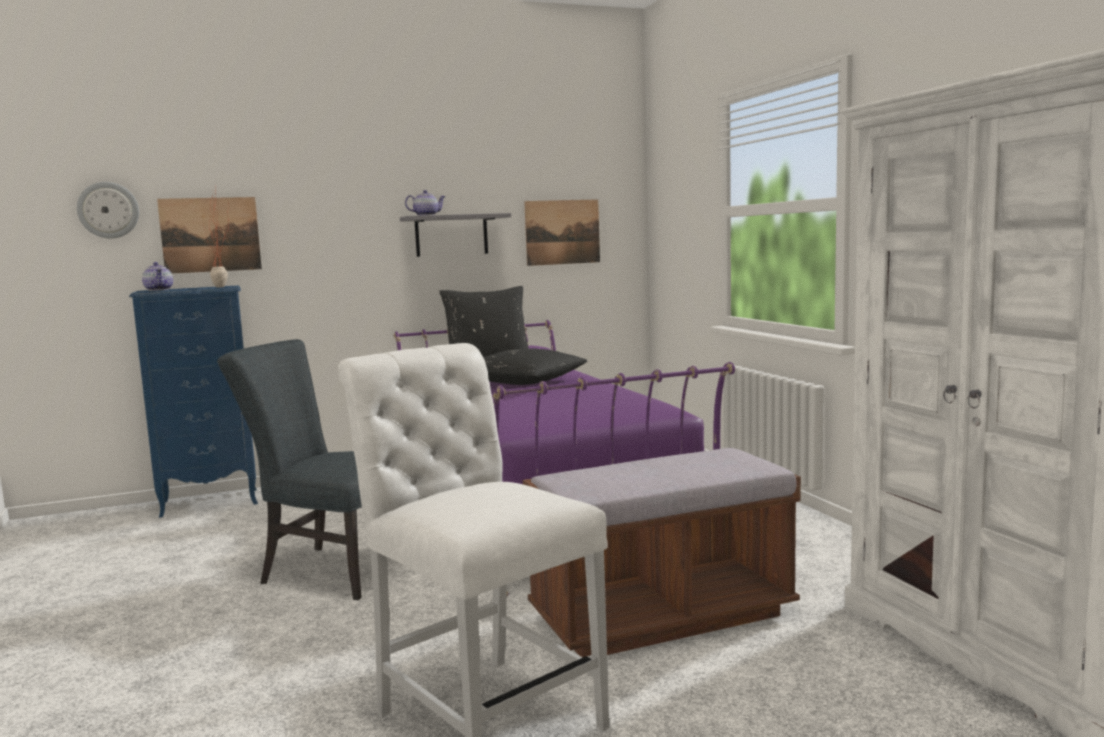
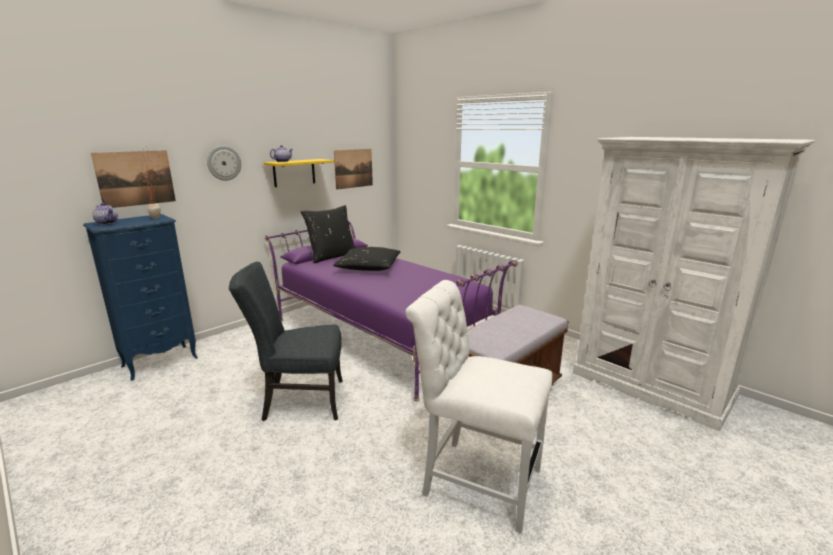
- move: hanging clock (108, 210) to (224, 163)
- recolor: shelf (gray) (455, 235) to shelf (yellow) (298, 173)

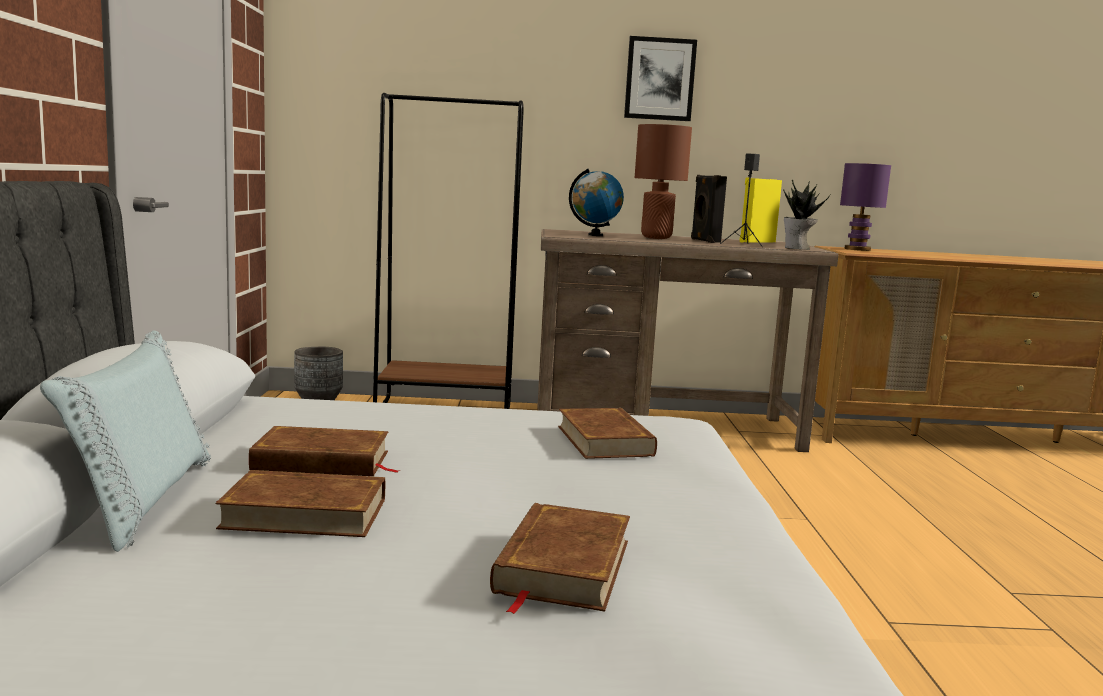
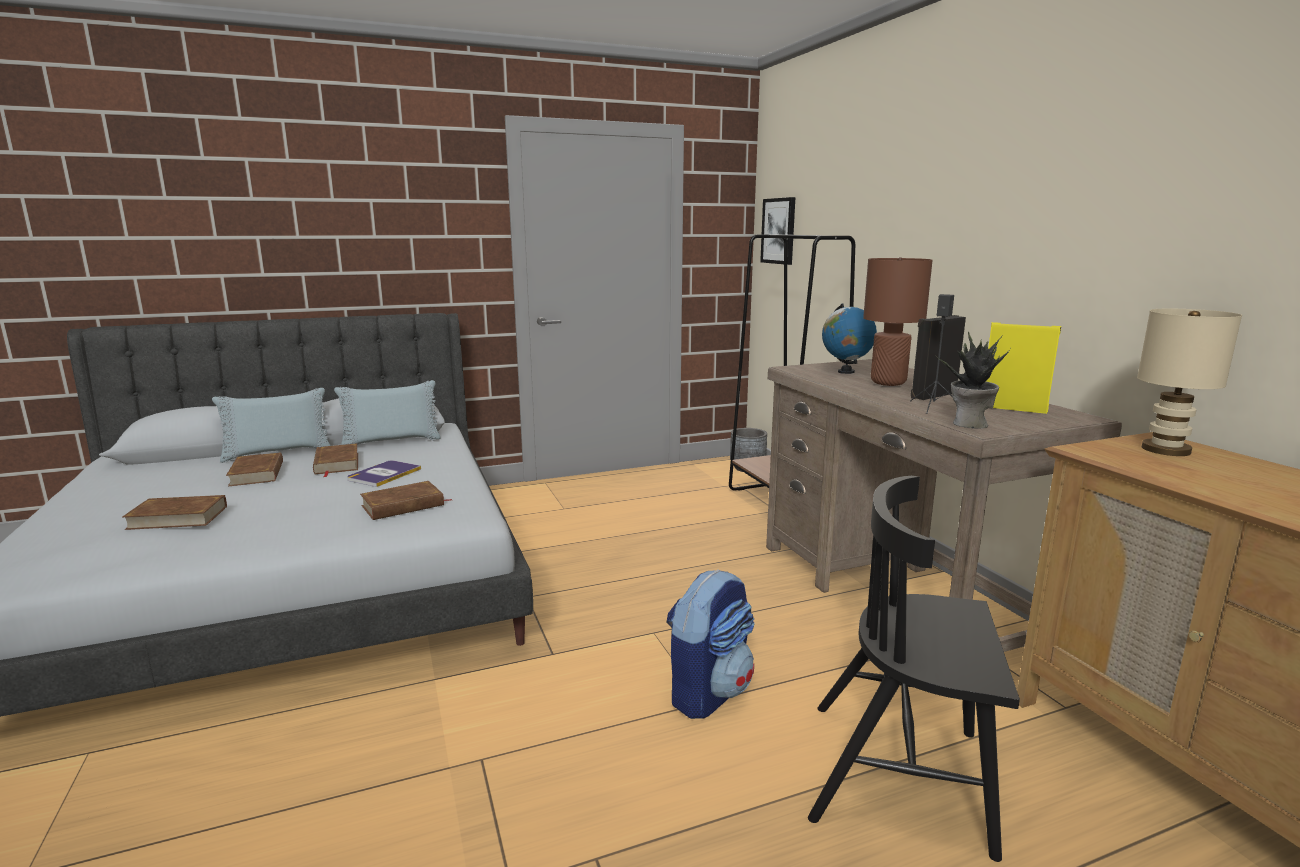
- insert: pillow (blue) (387, 412)
- insert: book (384, 473)
- insert: knapsack (710, 644)
- move: wall picture (660, 78) to (777, 231)
- insert: plain chair (blackish) (914, 669)
- recolor: tabletop lamp (purplish) (865, 207) to tabletop lamp (beige-coloured) (1189, 382)

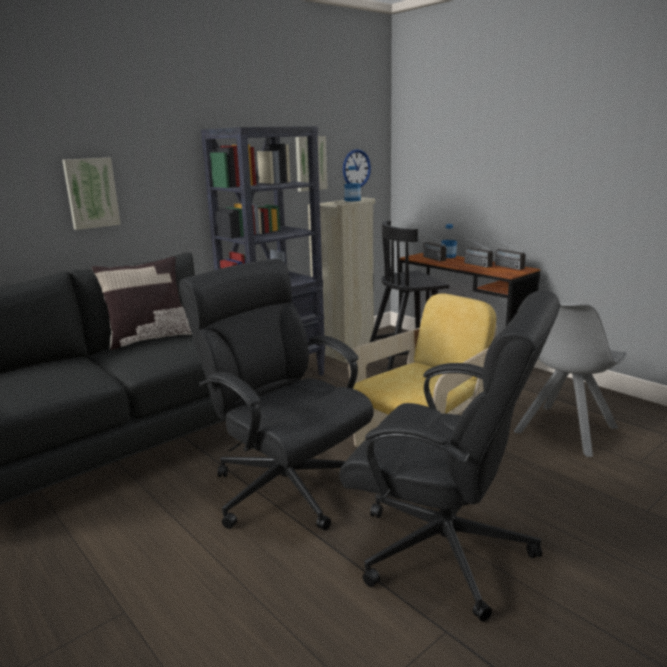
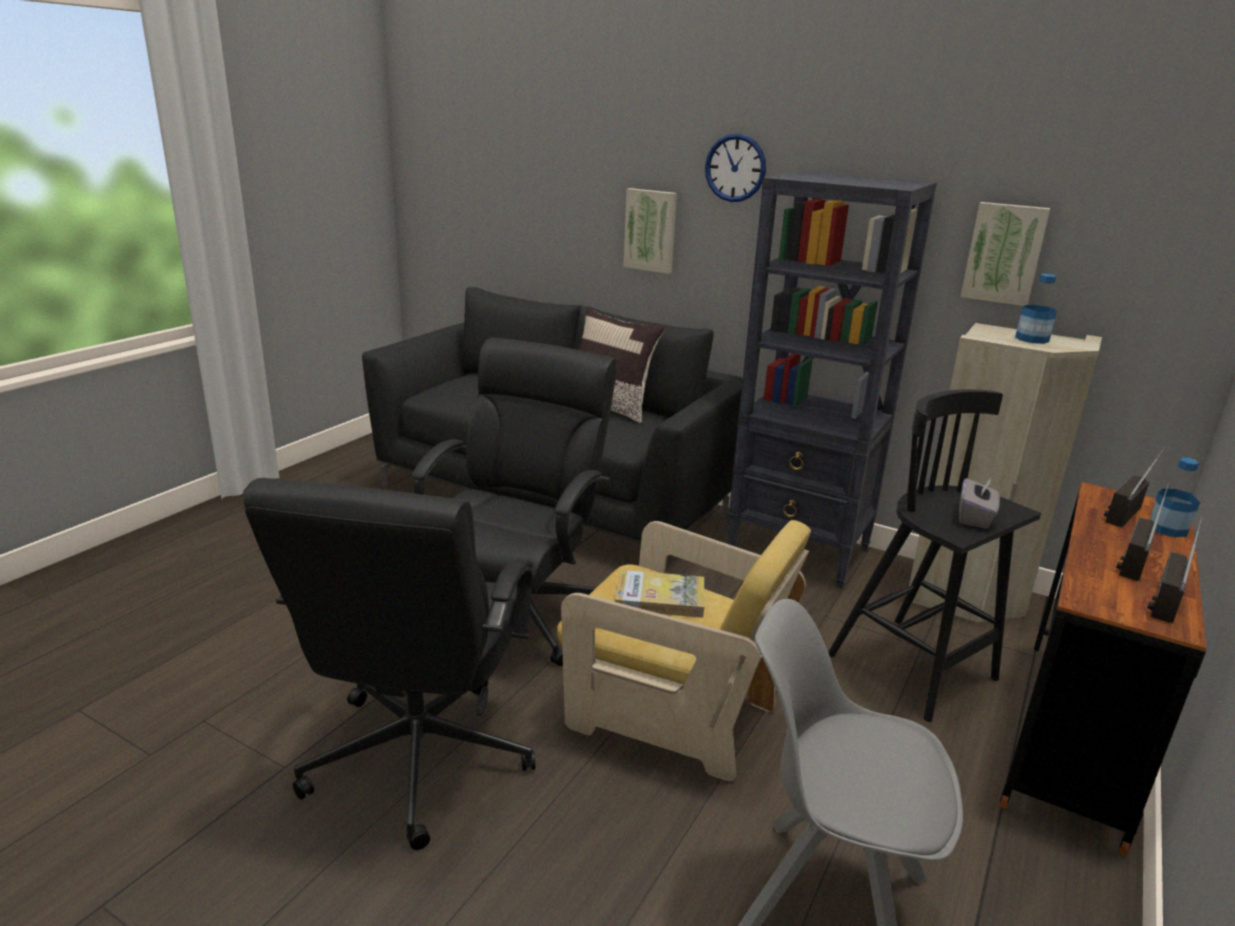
- insert: book (659, 594)
- move: hanging clock (357, 168) to (735, 168)
- insert: tissue box (gray) (979, 502)

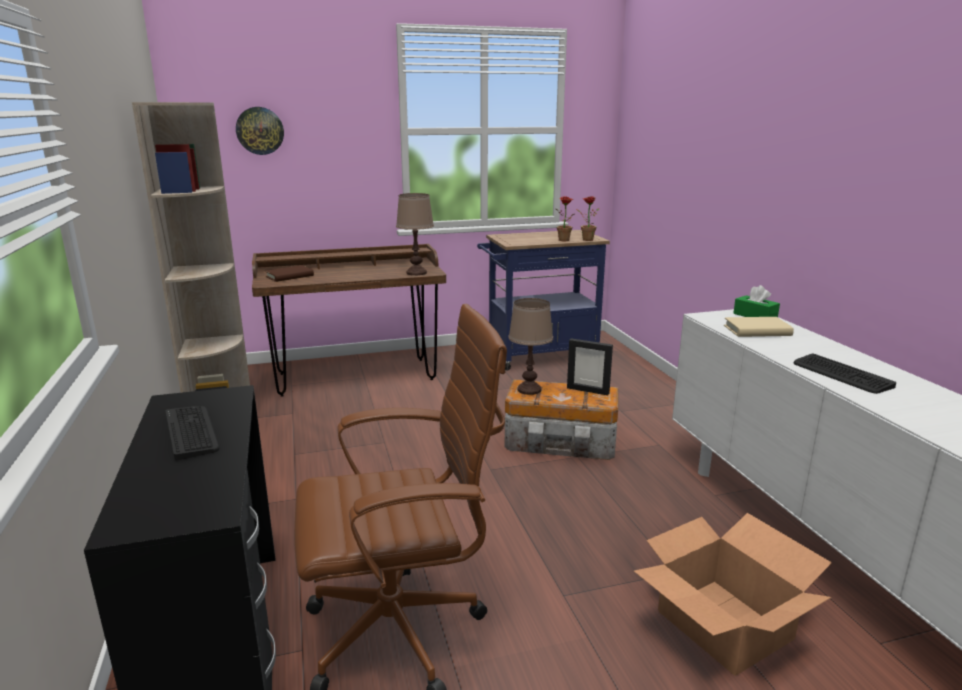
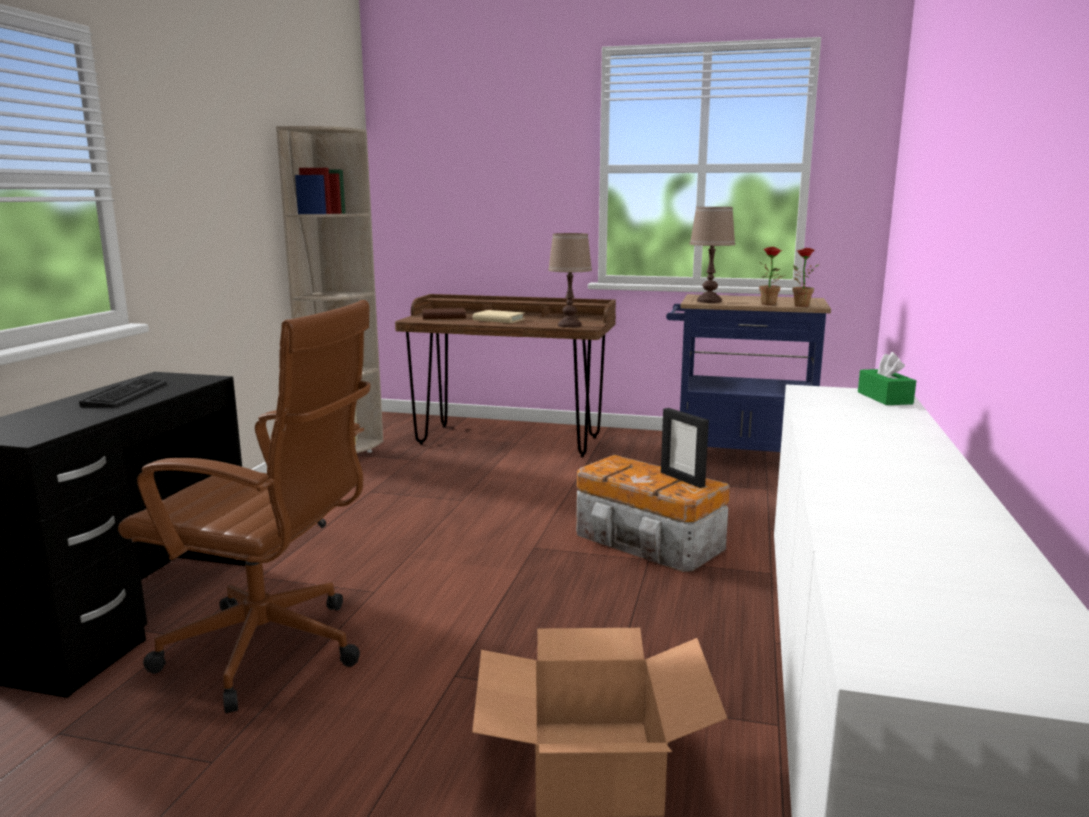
- move: book (beige-coloured) (759, 327) to (499, 316)
- move: tabletop lamp (brown) (530, 346) to (712, 255)
- delete: hanging clock (260, 131)
- delete: keyboard (845, 374)

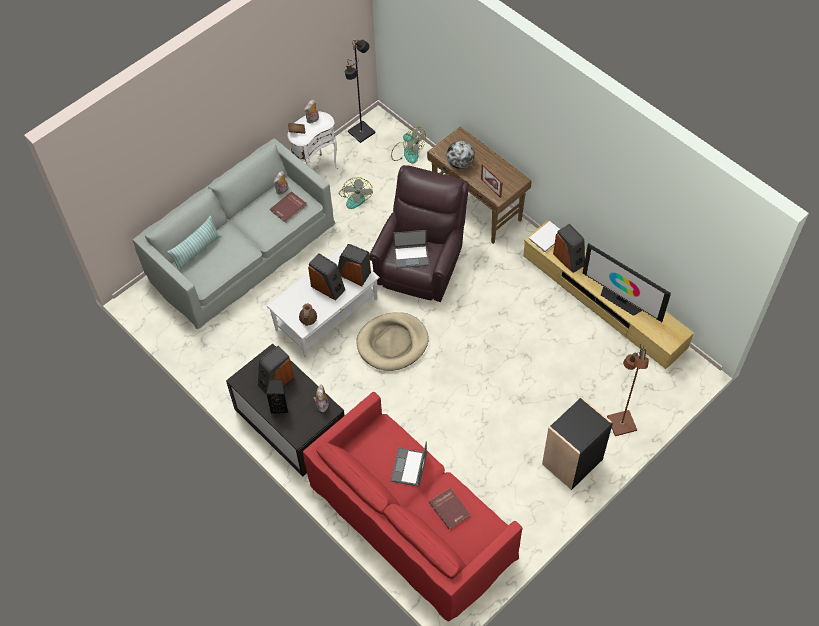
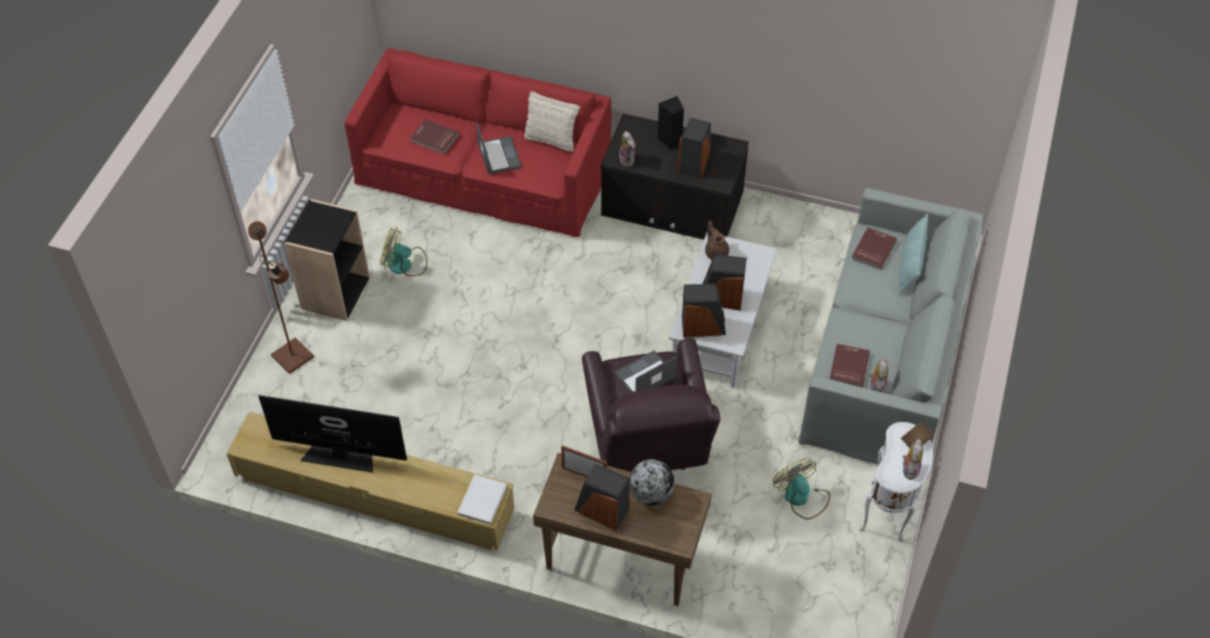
- move: cooling fan (408, 145) to (403, 251)
- insert: pillow (beige-coloured) (552, 122)
- move: audio speaker (569, 248) to (602, 498)
- insert: book (red) (874, 248)
- delete: standing lamp (blackish) (360, 91)
- delete: pet bed (beige-coloured) (392, 341)

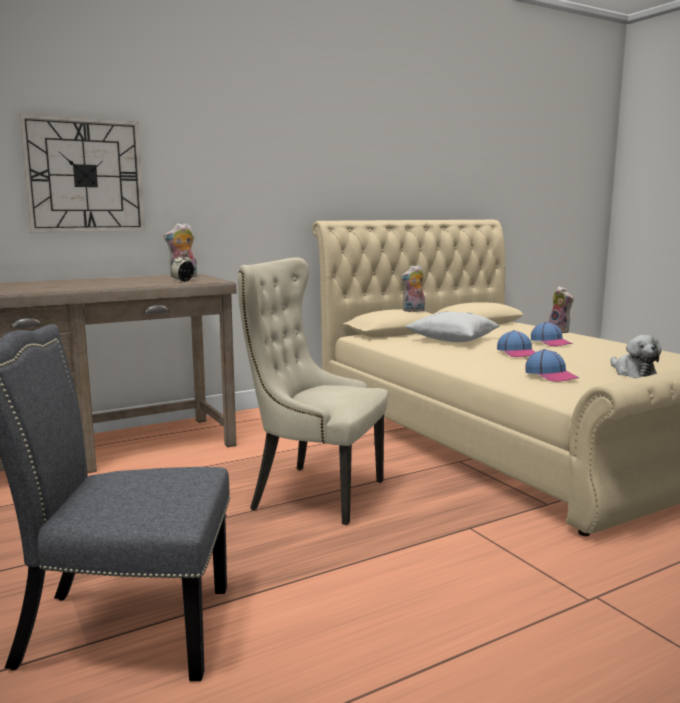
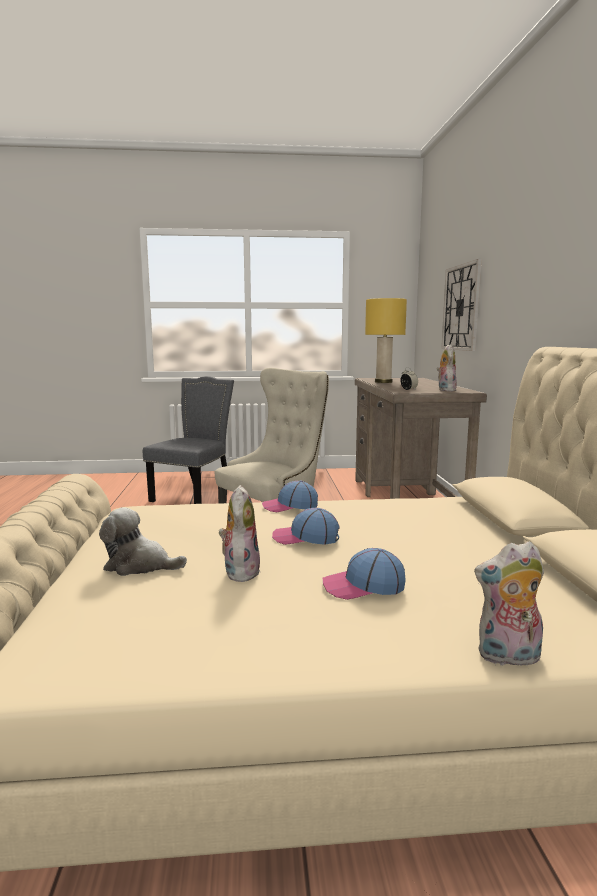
- move: plush toy (412, 288) to (239, 533)
- move: peaked cap (552, 365) to (290, 496)
- insert: tabletop lamp (yellow) (386, 340)
- delete: pillow (gray) (452, 326)

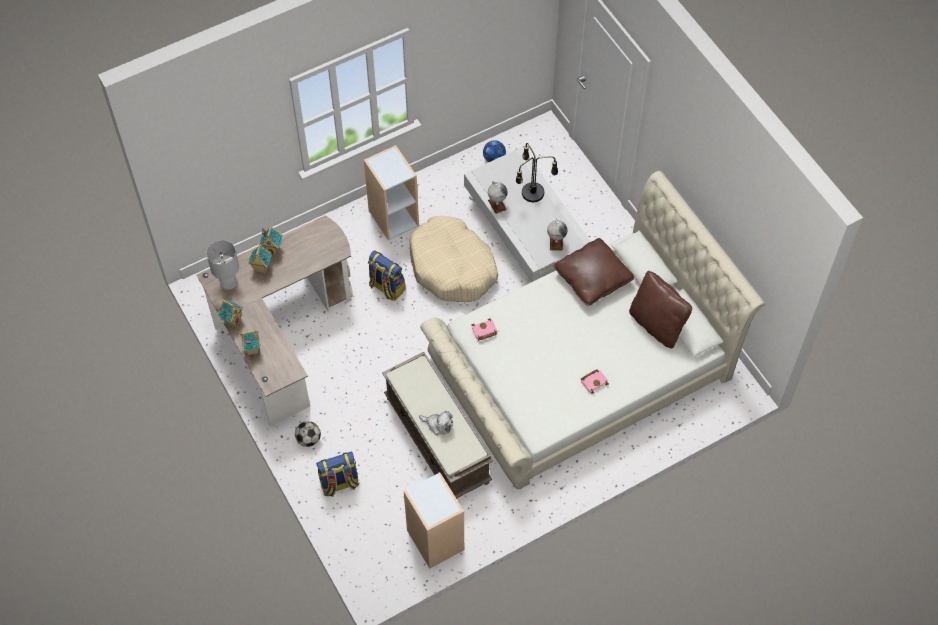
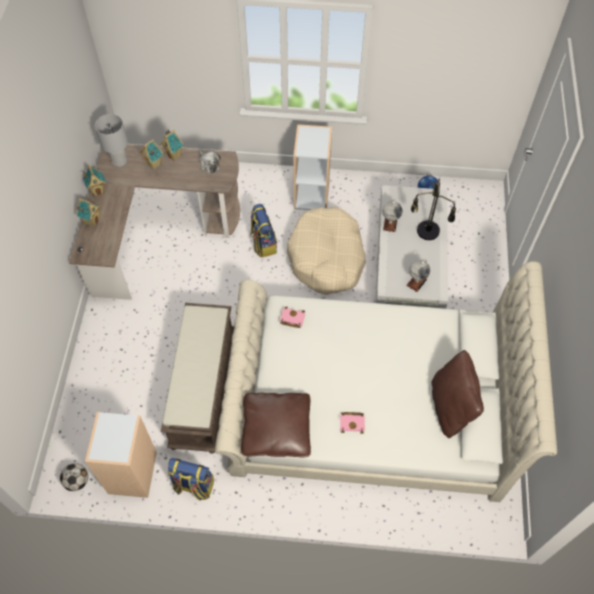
- move: ball for football (308, 434) to (74, 477)
- move: knapsack (337, 474) to (191, 479)
- move: plush toy (436, 423) to (210, 161)
- move: pillow (brown) (594, 272) to (276, 425)

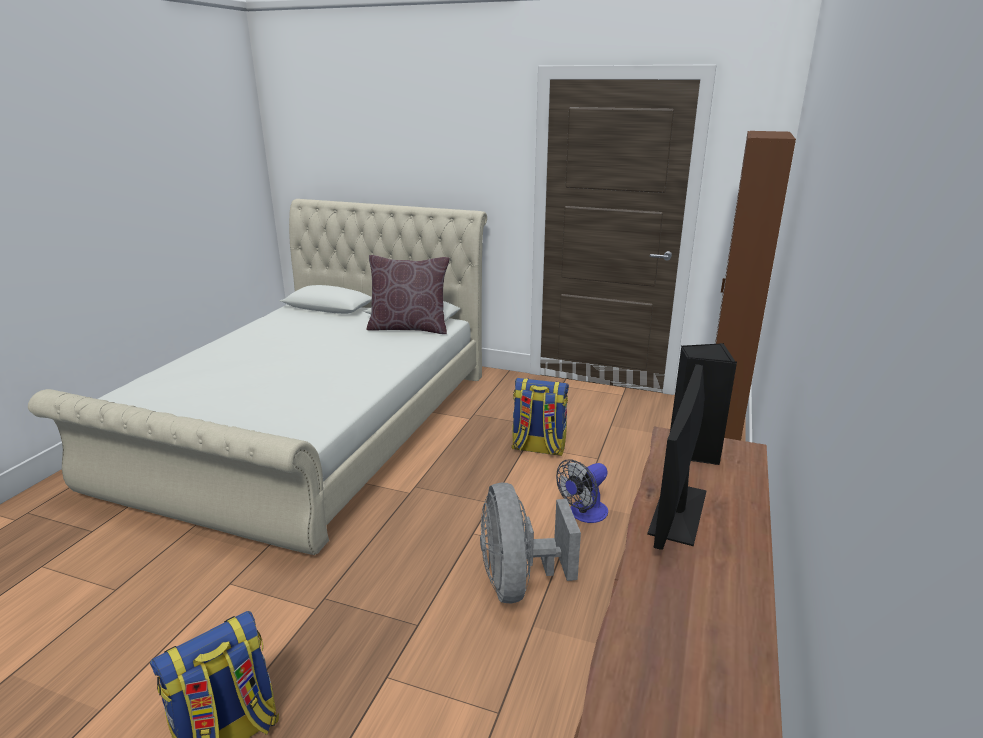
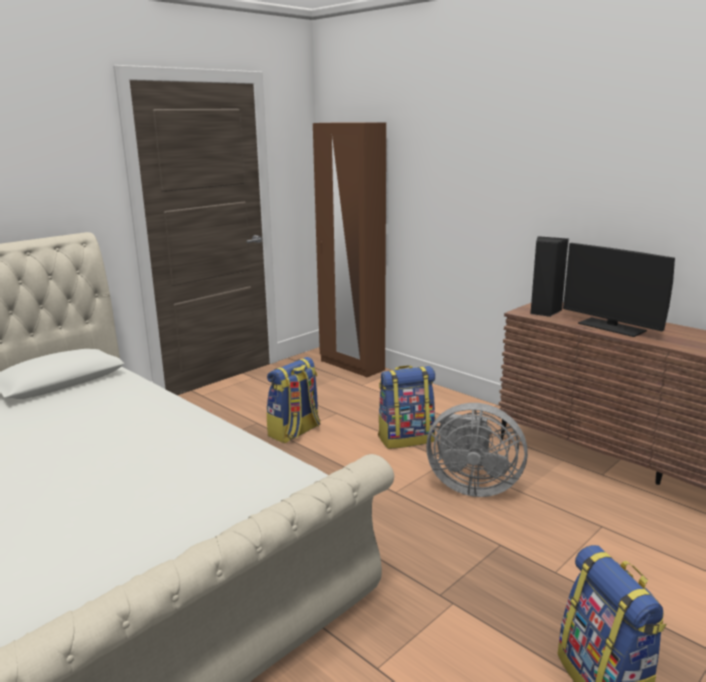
- replace: cooling fan (582, 491) to knapsack (407, 407)
- delete: pillow (brown) (408, 294)

